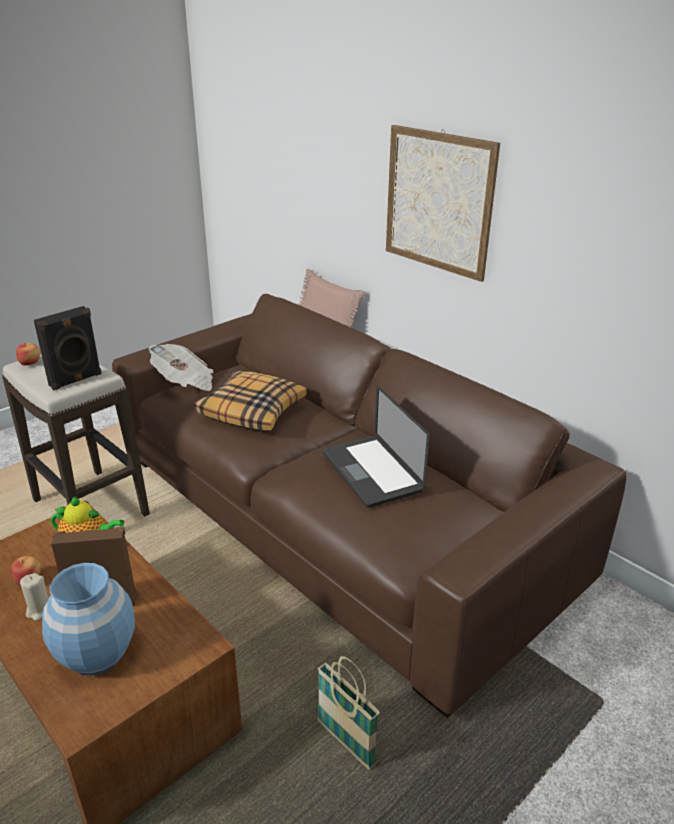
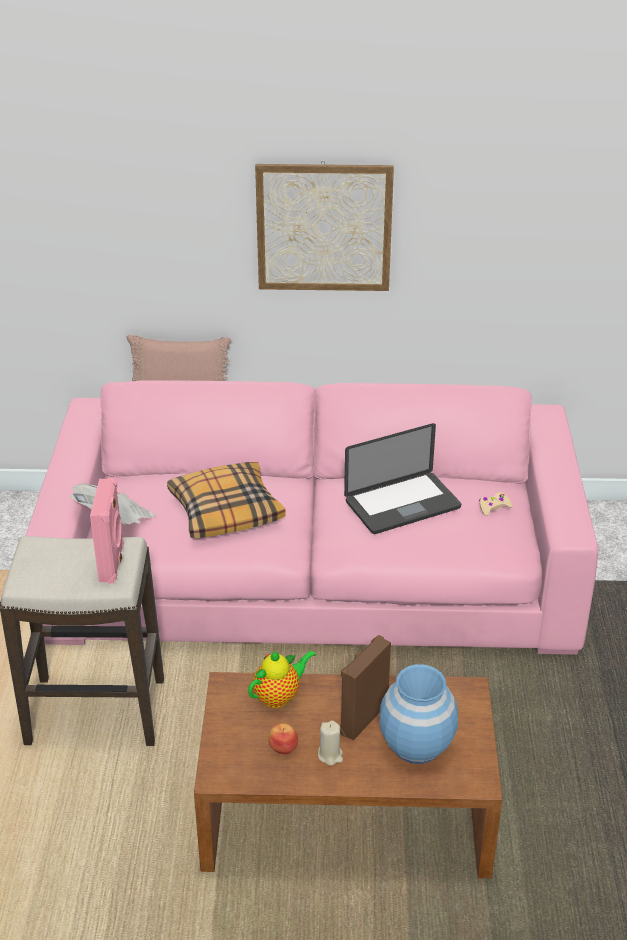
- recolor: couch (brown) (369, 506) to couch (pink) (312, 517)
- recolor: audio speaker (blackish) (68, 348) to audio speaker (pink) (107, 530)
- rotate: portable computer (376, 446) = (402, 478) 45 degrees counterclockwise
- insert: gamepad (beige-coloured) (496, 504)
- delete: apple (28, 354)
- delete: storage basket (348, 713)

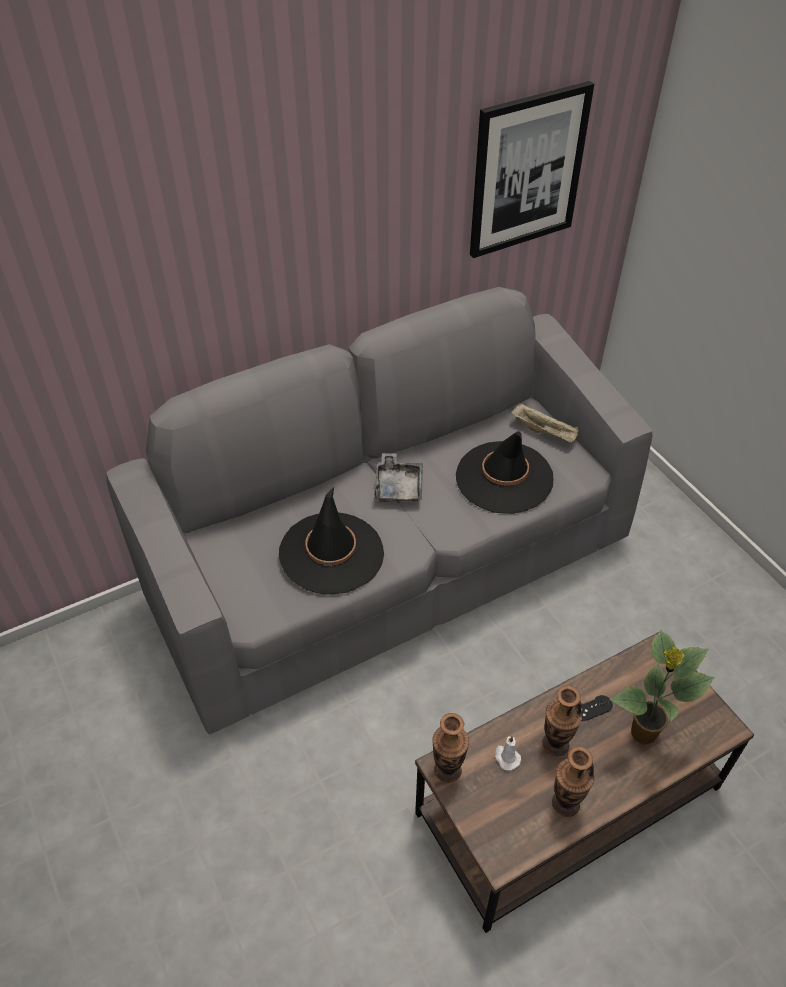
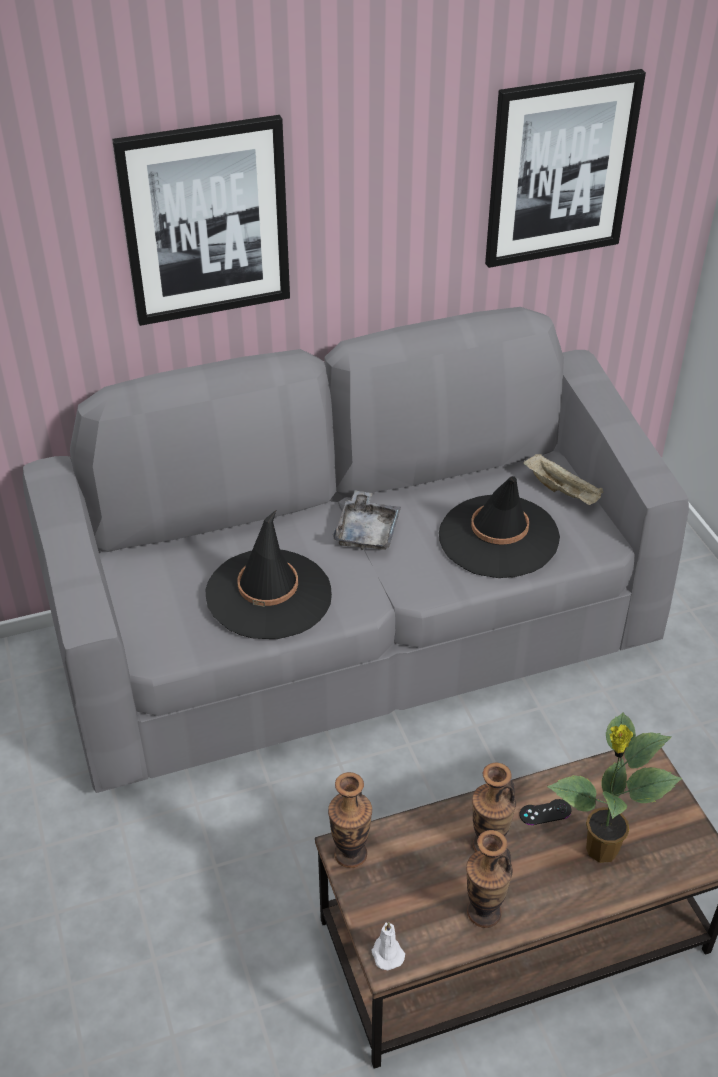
- insert: wall picture (201, 220)
- move: candle (whitish) (508, 753) to (388, 946)

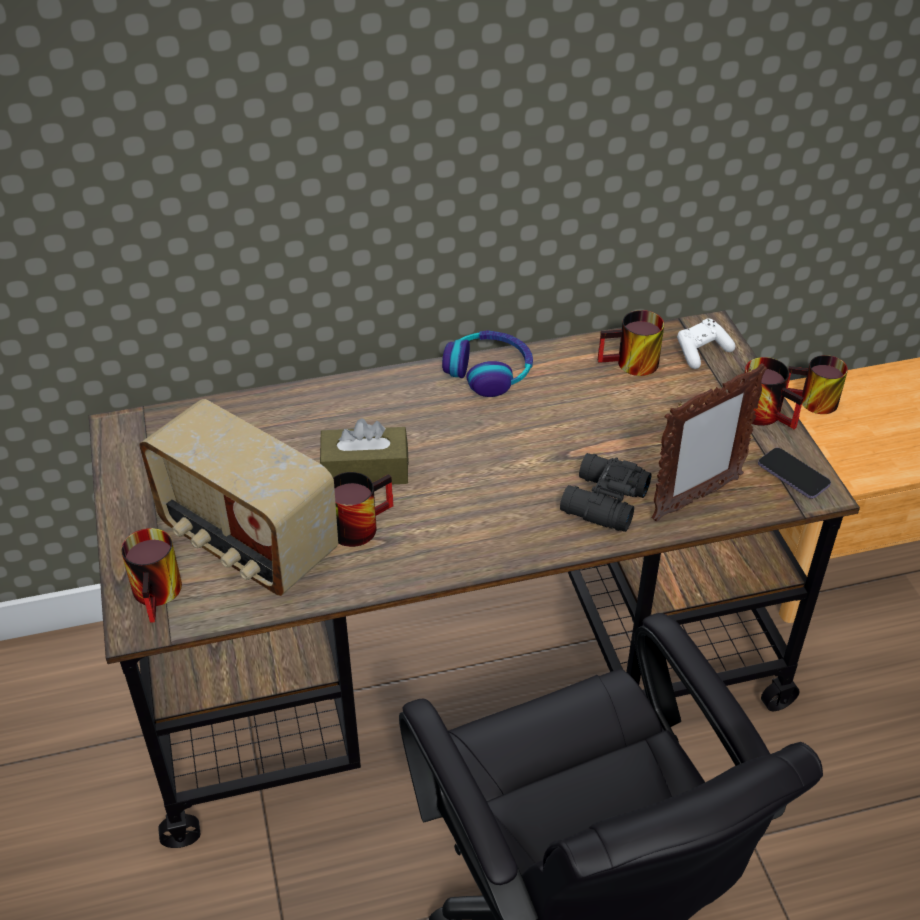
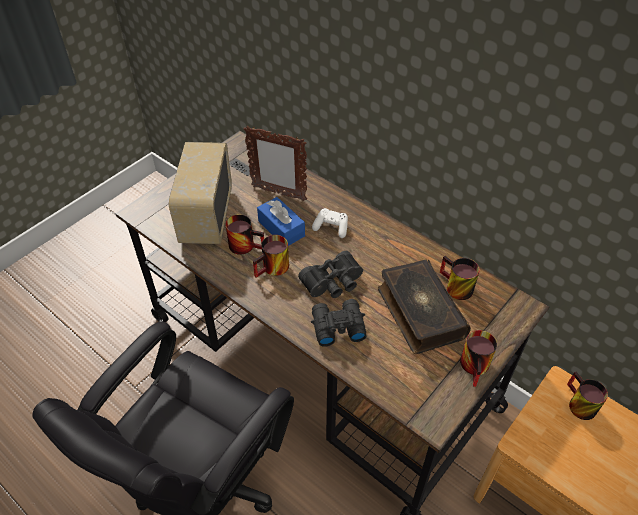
- move: photo frame (709, 442) to (275, 163)
- move: coffee mug (151, 575) to (271, 256)
- recolor: tissue box (brown) (364, 451) to tissue box (blue) (281, 221)
- insert: field glasses (blackish) (330, 274)
- move: gamepad (whitish) (706, 343) to (330, 223)
- insert: book (424, 307)
- delete: headset (487, 363)
- delete: phone (794, 473)

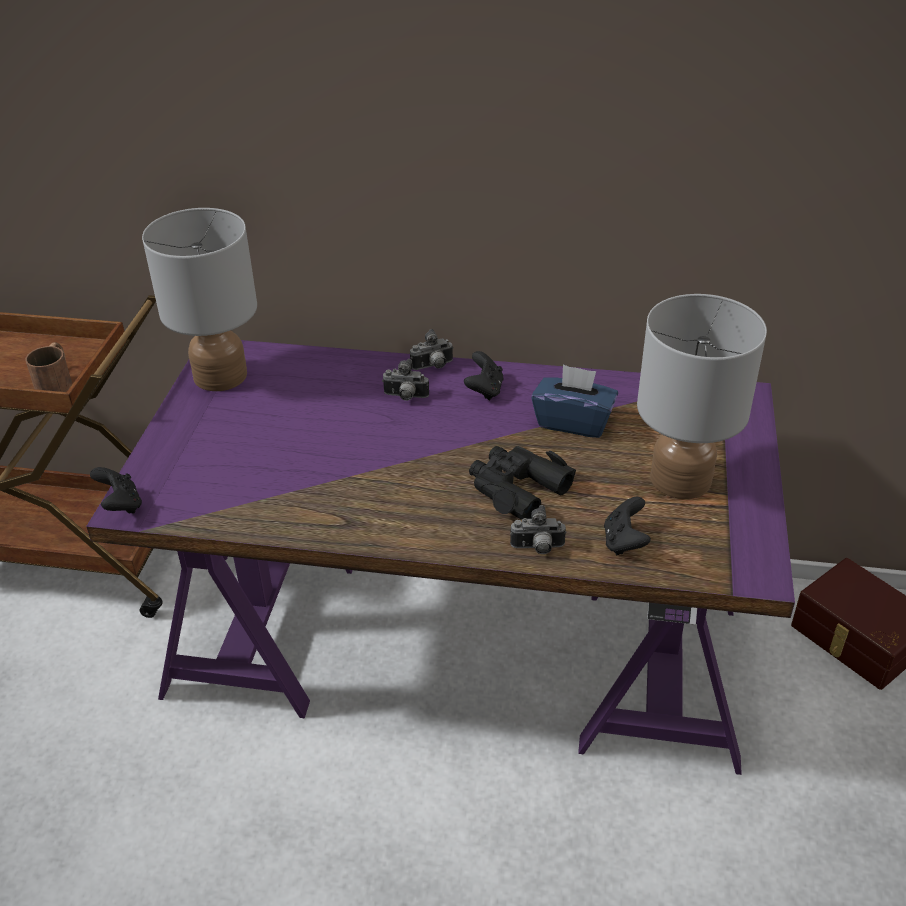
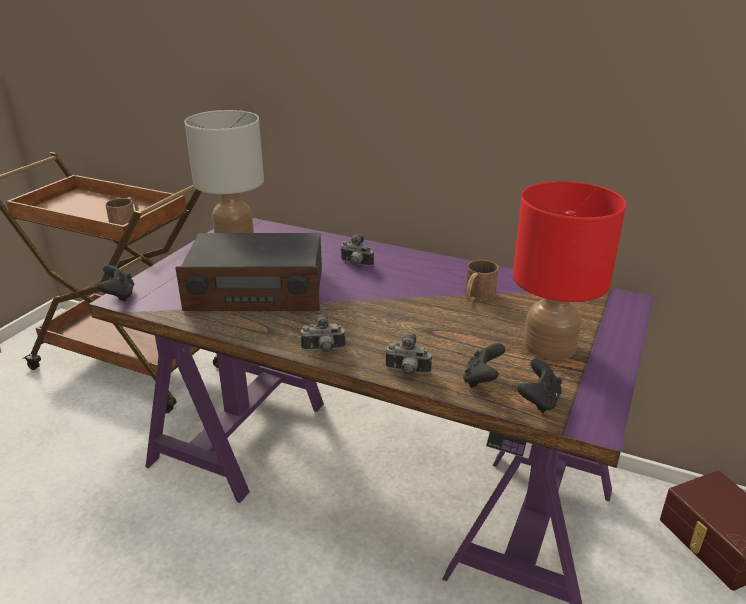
- insert: radio (248, 272)
- move: still camera (432, 349) to (323, 332)
- replace: tissue box (blue) (574, 401) to coffee mug (brown) (482, 280)
- recolor: tabletop lamp (gray) (702, 396) to tabletop lamp (red) (569, 270)
- move: gamepad (blackish) (483, 375) to (539, 386)
- delete: field glasses (blackish) (522, 483)

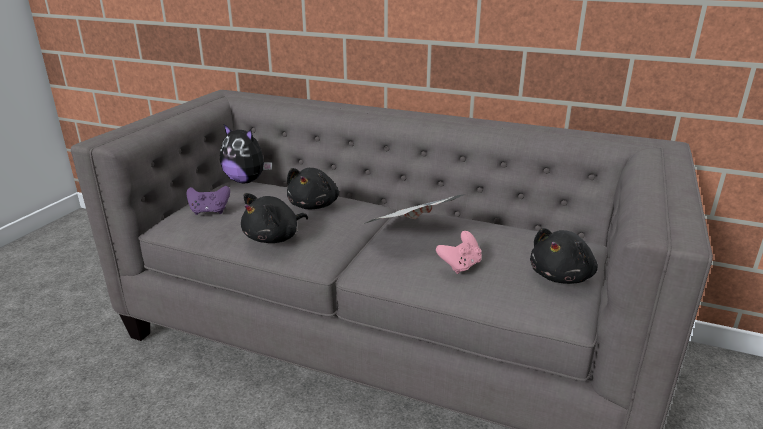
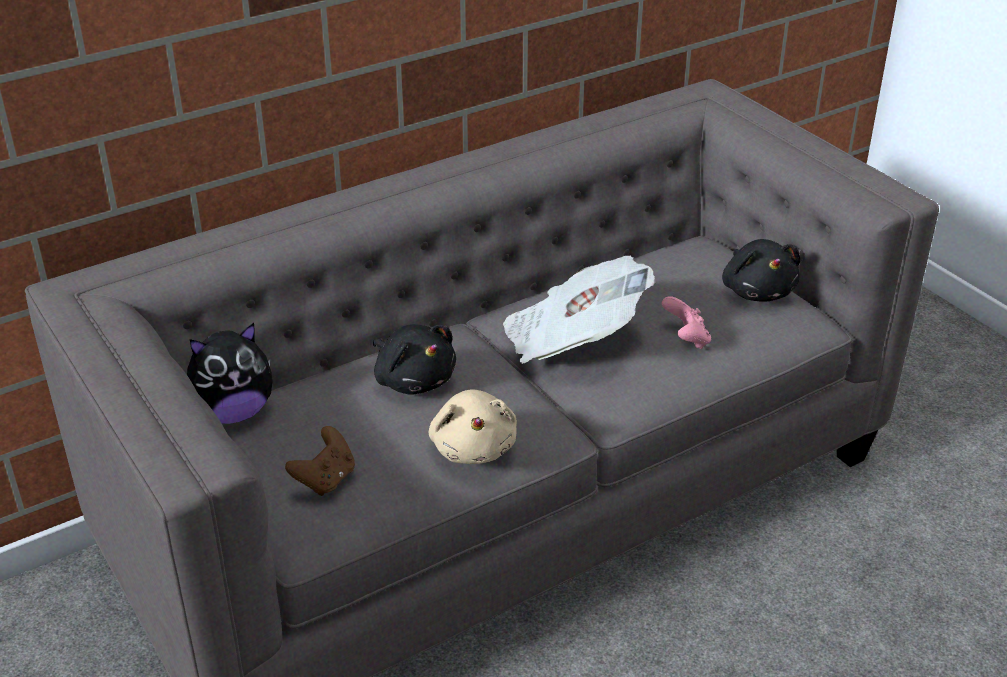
- recolor: gamepad (purplish) (208, 200) to gamepad (brown) (320, 461)
- recolor: plush toy (blackish) (274, 218) to plush toy (beige-coloured) (473, 427)

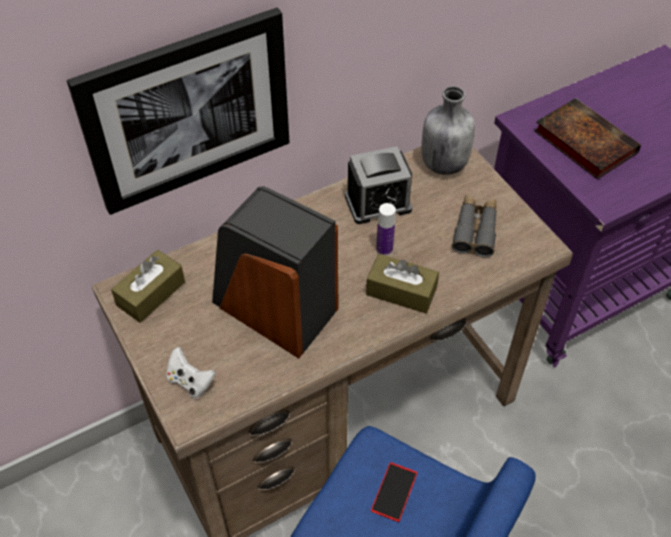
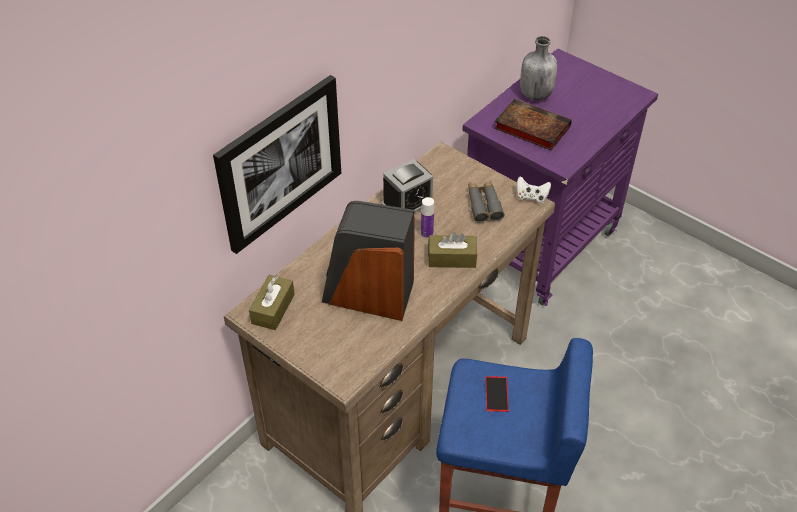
- move: gamepad (whitish) (191, 373) to (534, 190)
- move: bottle (gray) (448, 130) to (538, 68)

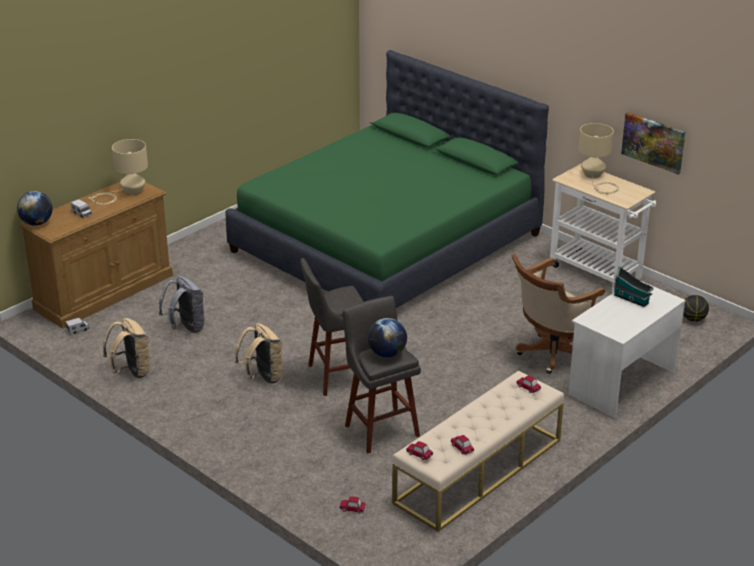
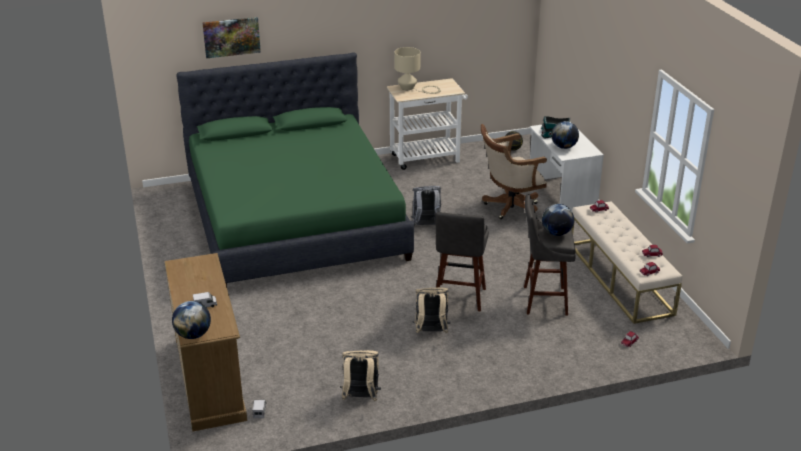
- move: wall picture (653, 143) to (231, 37)
- move: knapsack (gray) (182, 304) to (426, 205)
- rotate: desk chair (558, 314) = (514, 171) 75 degrees clockwise
- insert: globe (565, 135)
- delete: tabletop lamp (beige-coloured) (118, 172)

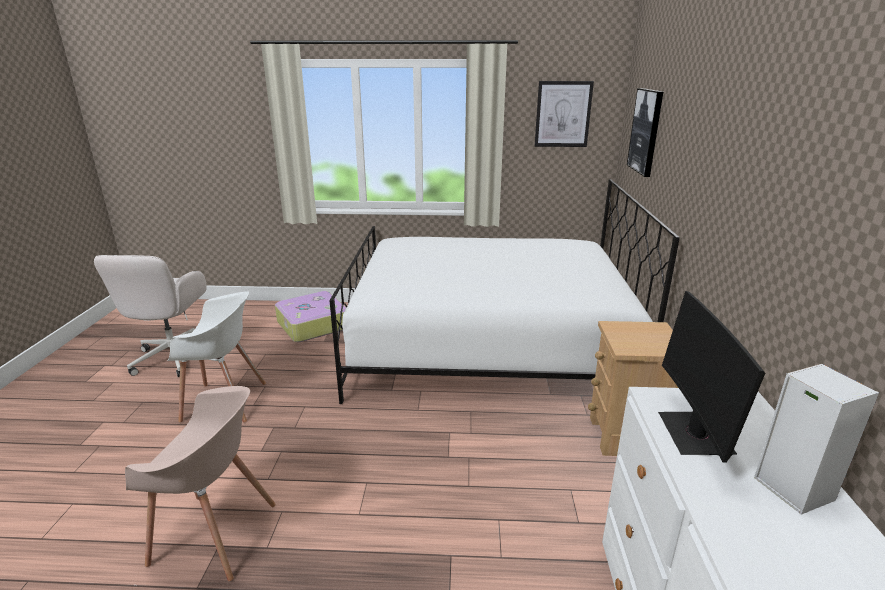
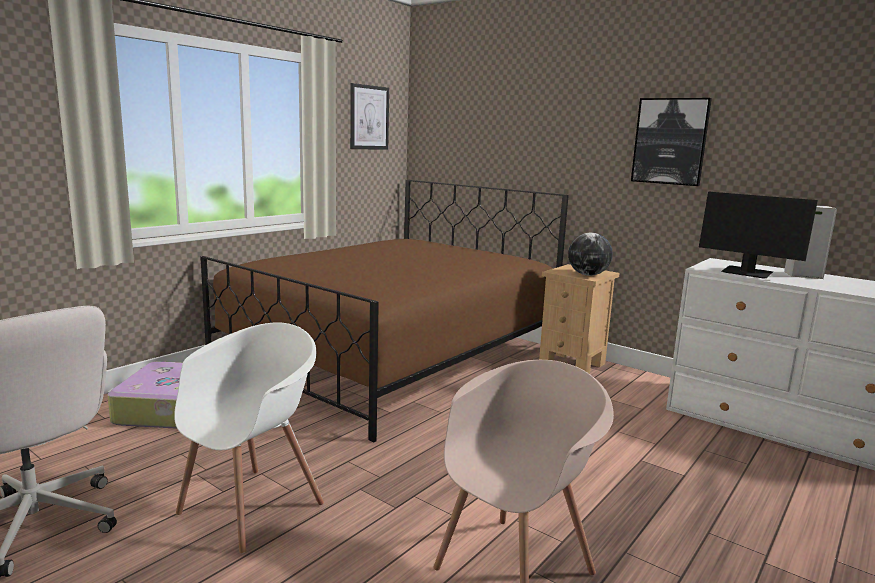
- recolor: bed (whitish) (504, 291) to bed (brown) (384, 311)
- insert: globe (590, 254)
- move: wall picture (645, 132) to (671, 142)

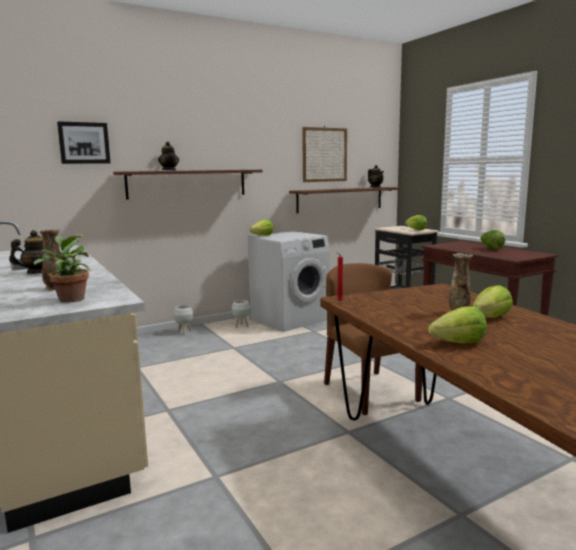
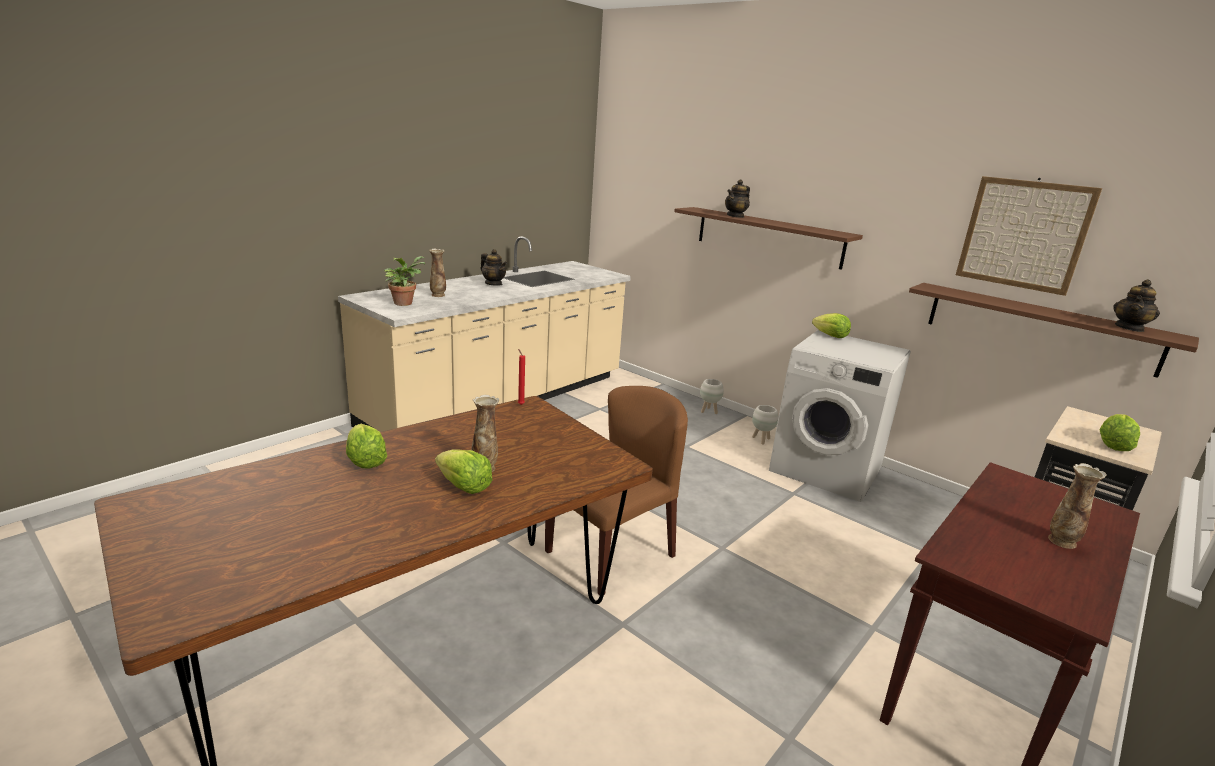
- replace: lettuce head (492, 240) to decorative vase (1077, 506)
- delete: wall picture (83, 142)

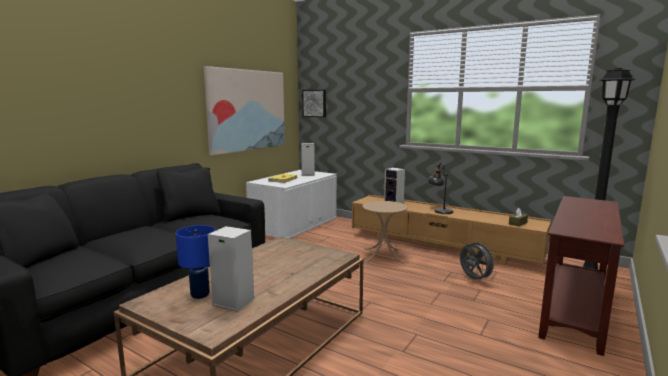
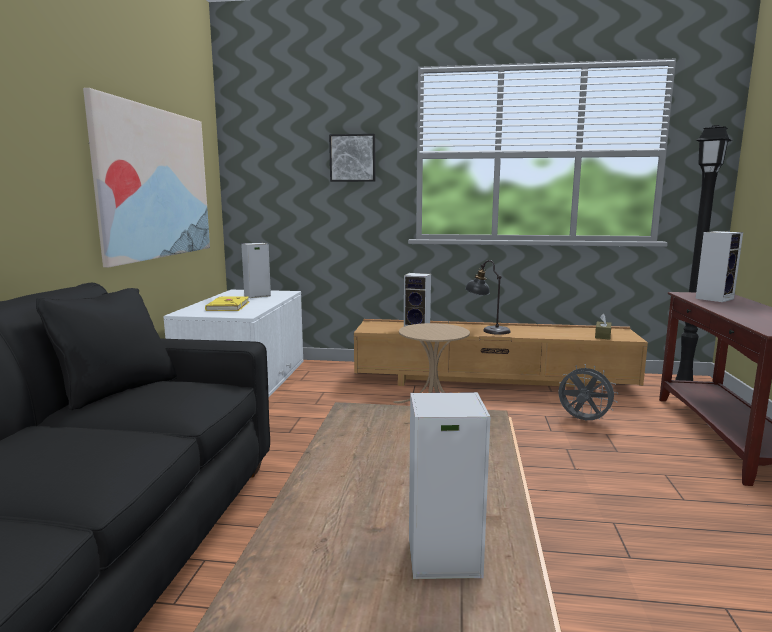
- move: wall picture (314, 103) to (352, 158)
- insert: audio speaker (719, 266)
- delete: tabletop lamp (blue) (195, 262)

